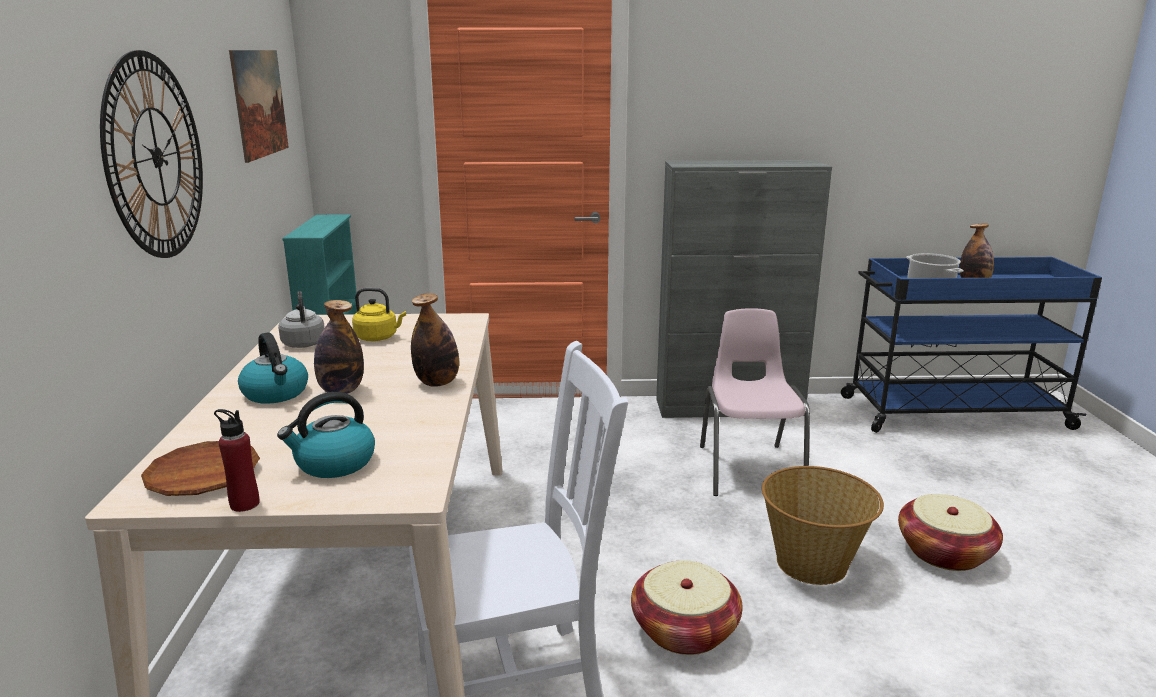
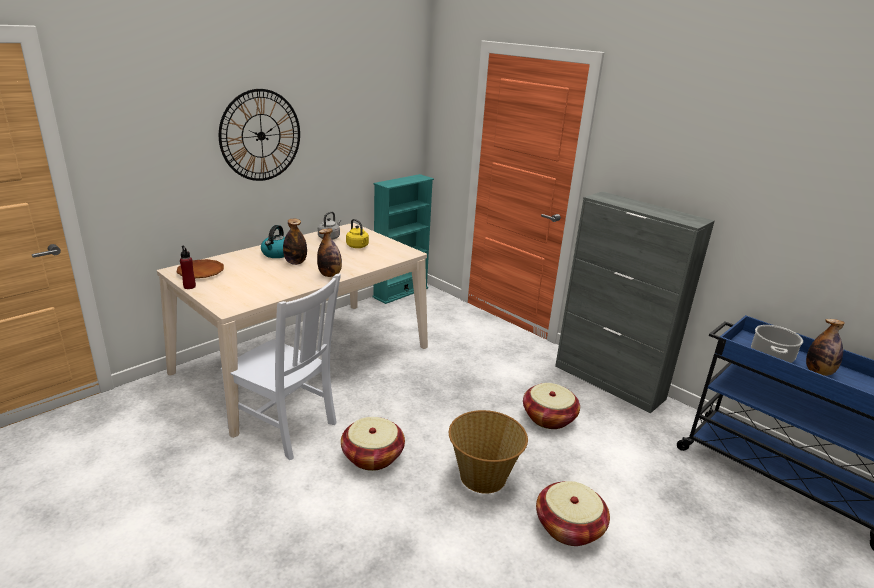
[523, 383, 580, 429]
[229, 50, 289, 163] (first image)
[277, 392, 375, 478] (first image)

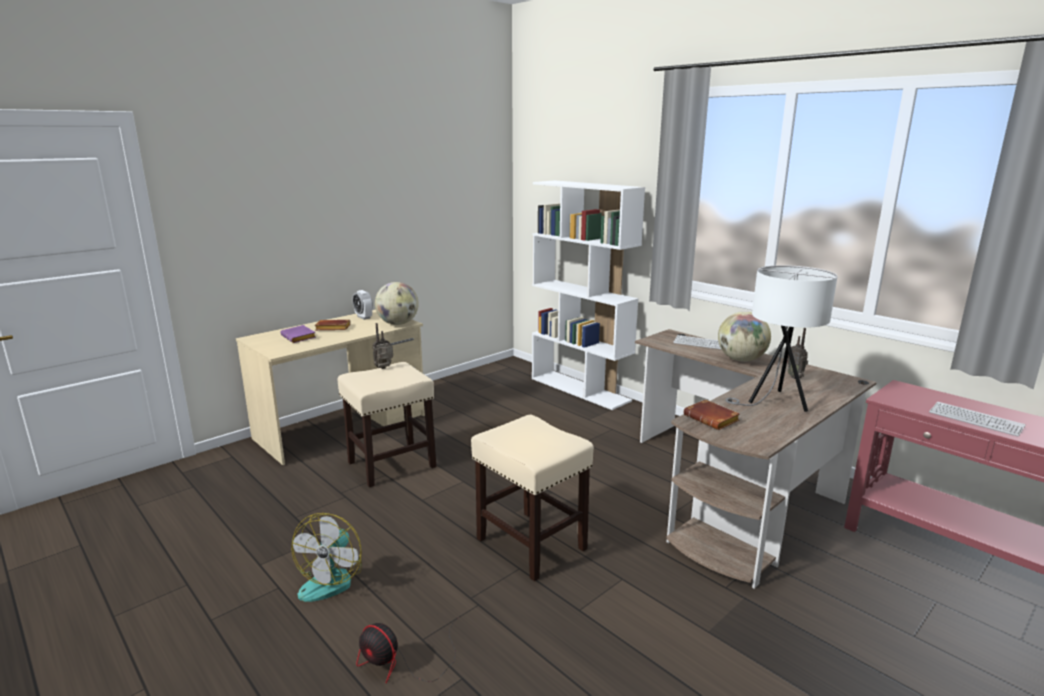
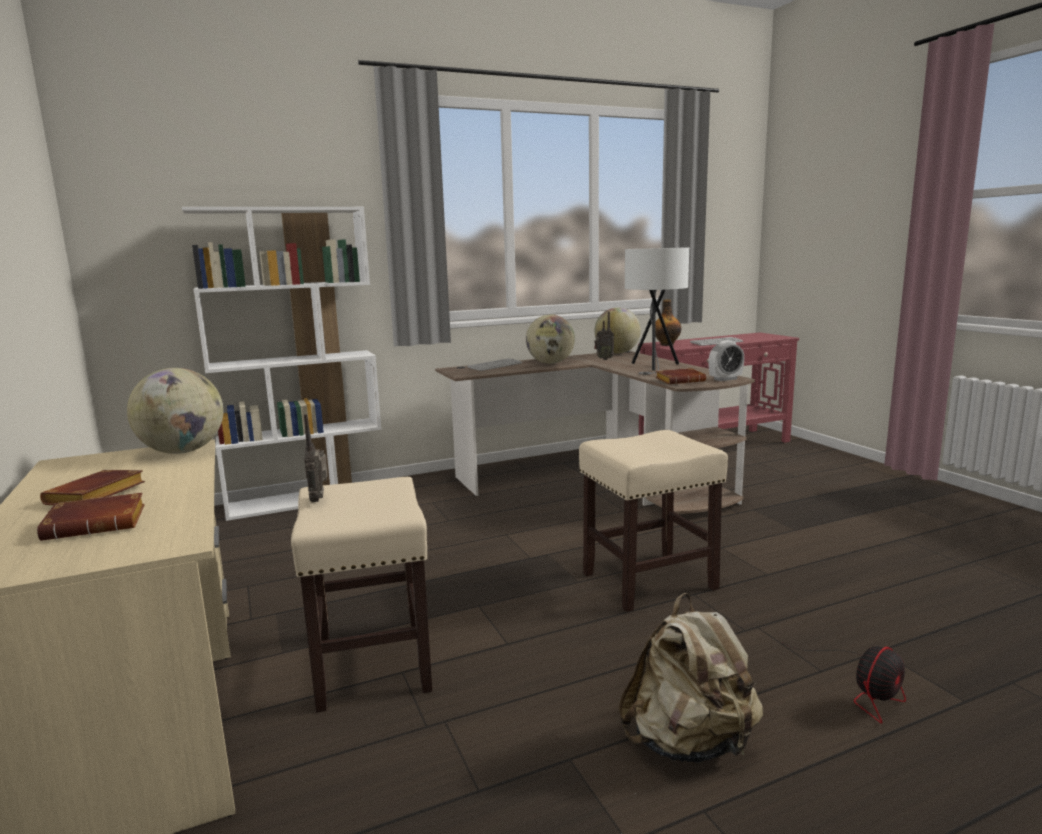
[37, 493, 145, 541]
[594, 307, 641, 354]
[618, 593, 763, 763]
[655, 299, 681, 346]
[709, 341, 744, 381]

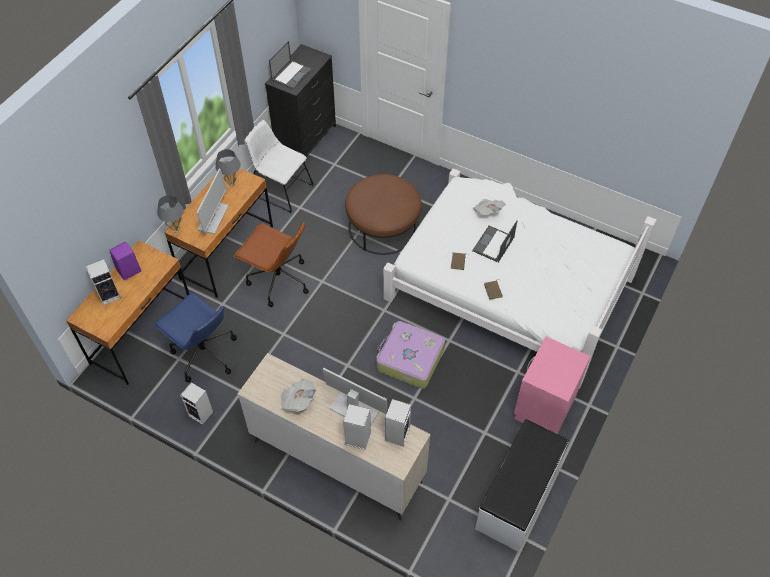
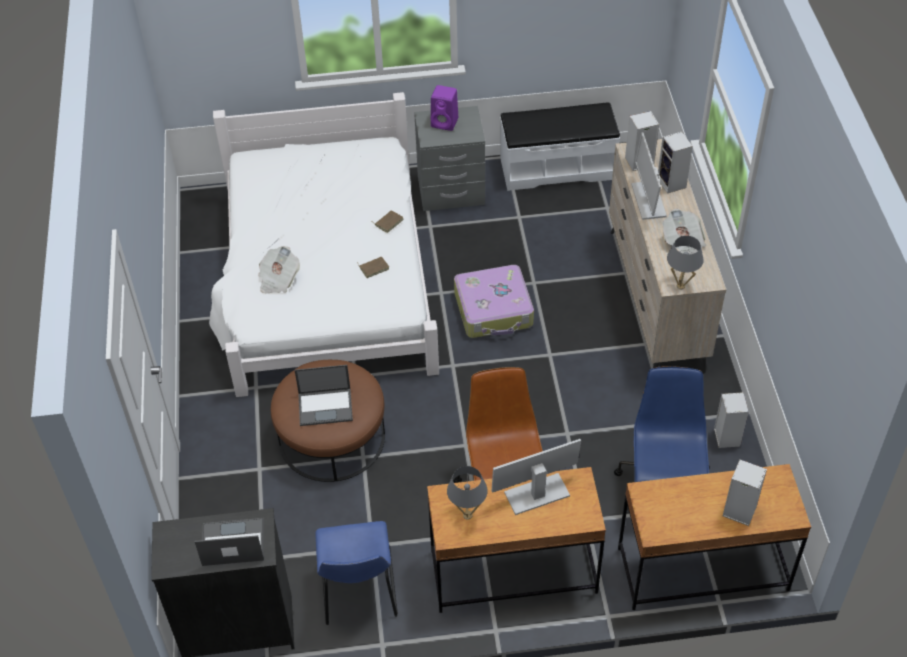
[295, 365, 353, 426]
[315, 521, 398, 625]
[414, 106, 485, 211]
[431, 85, 458, 131]
[667, 236, 704, 289]

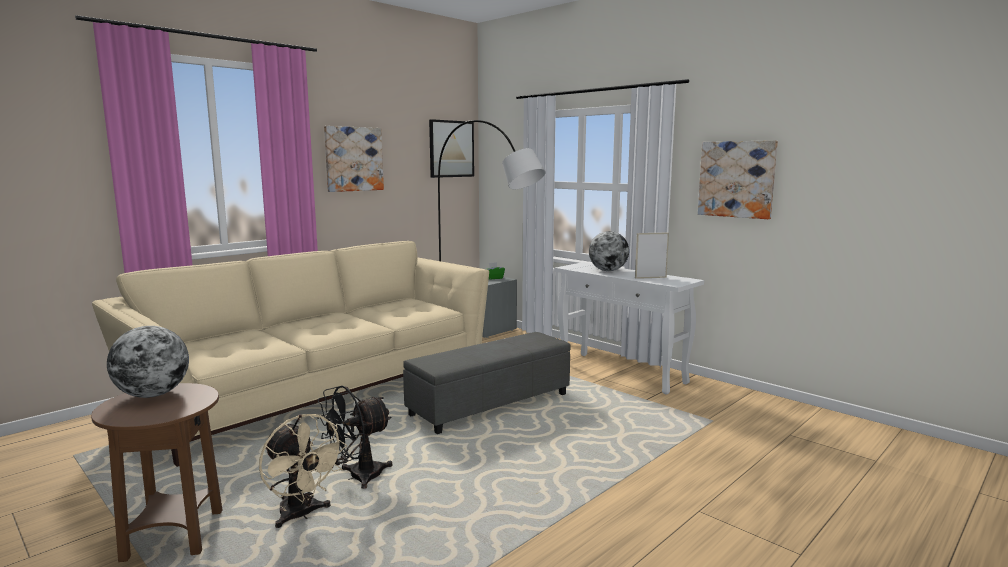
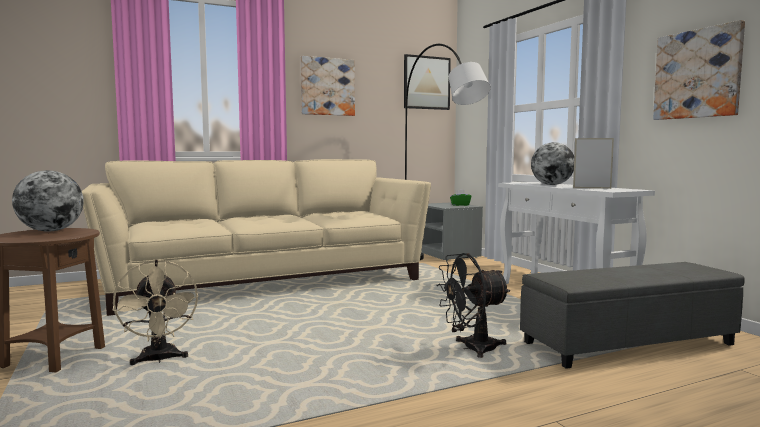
[436, 253, 511, 358]
[520, 262, 745, 369]

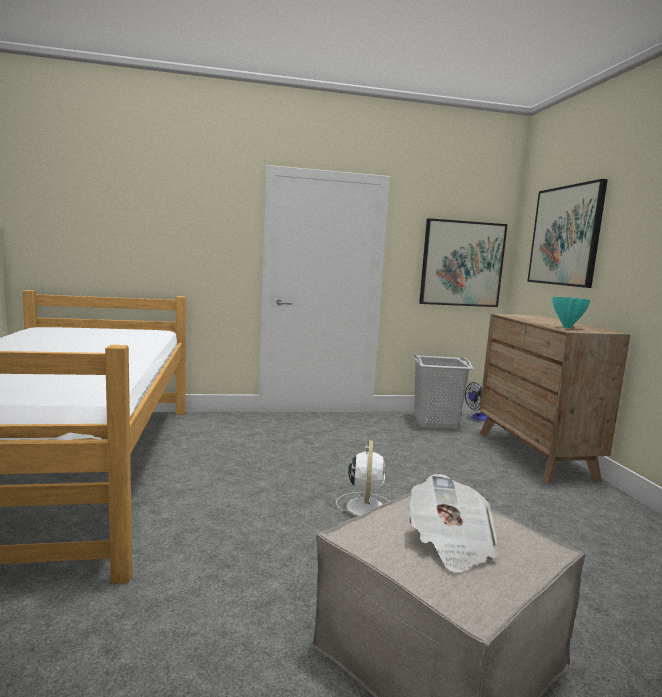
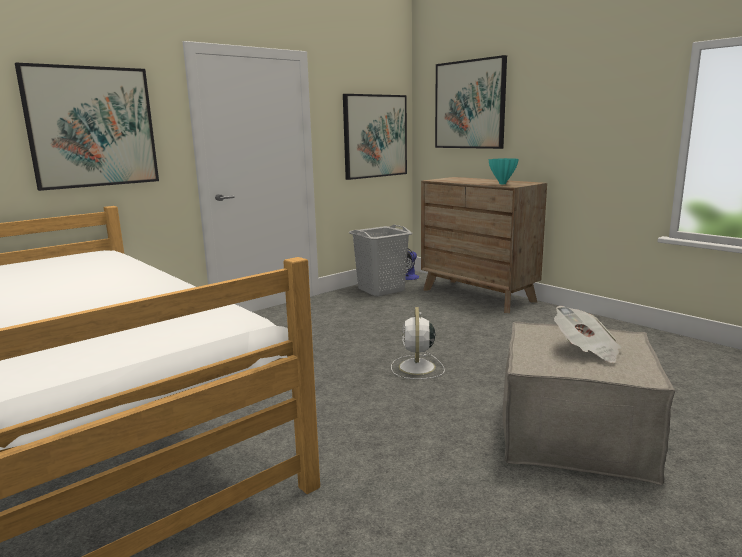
[15, 63, 159, 191]
[391, 307, 445, 379]

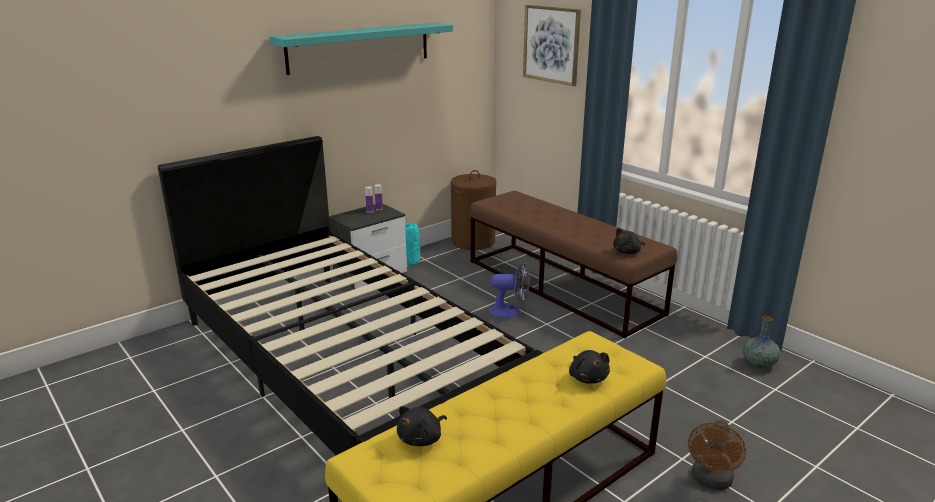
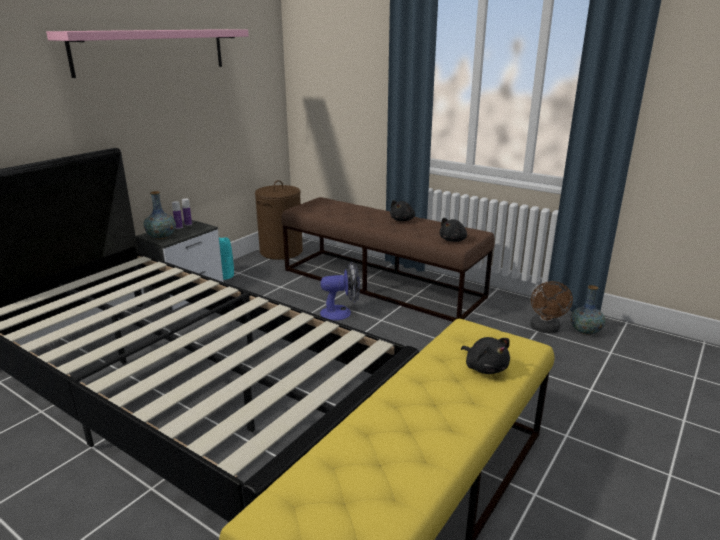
[46, 29, 249, 78]
[143, 191, 176, 239]
[390, 200, 415, 221]
[530, 281, 573, 333]
[523, 5, 581, 86] (first image)

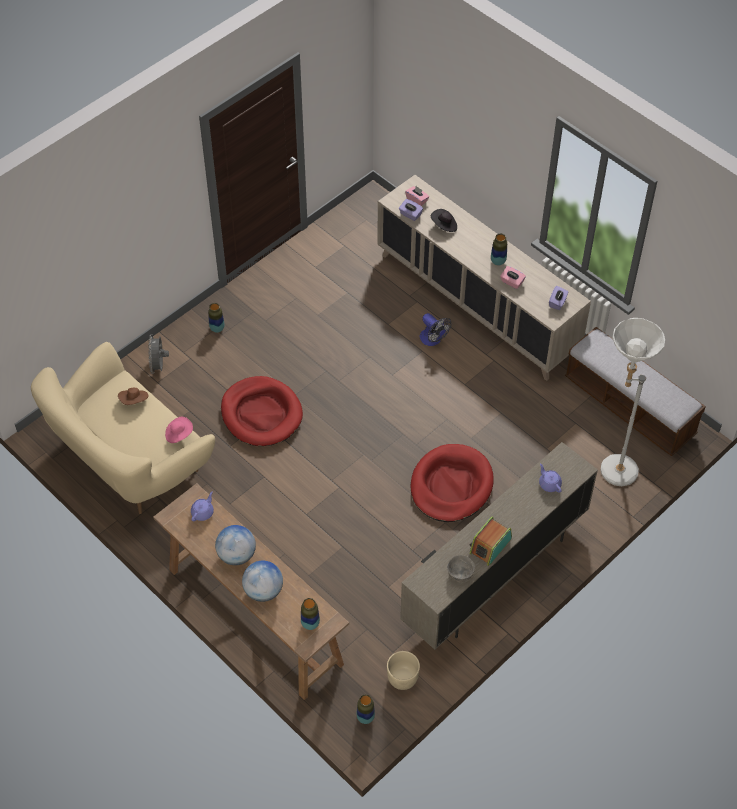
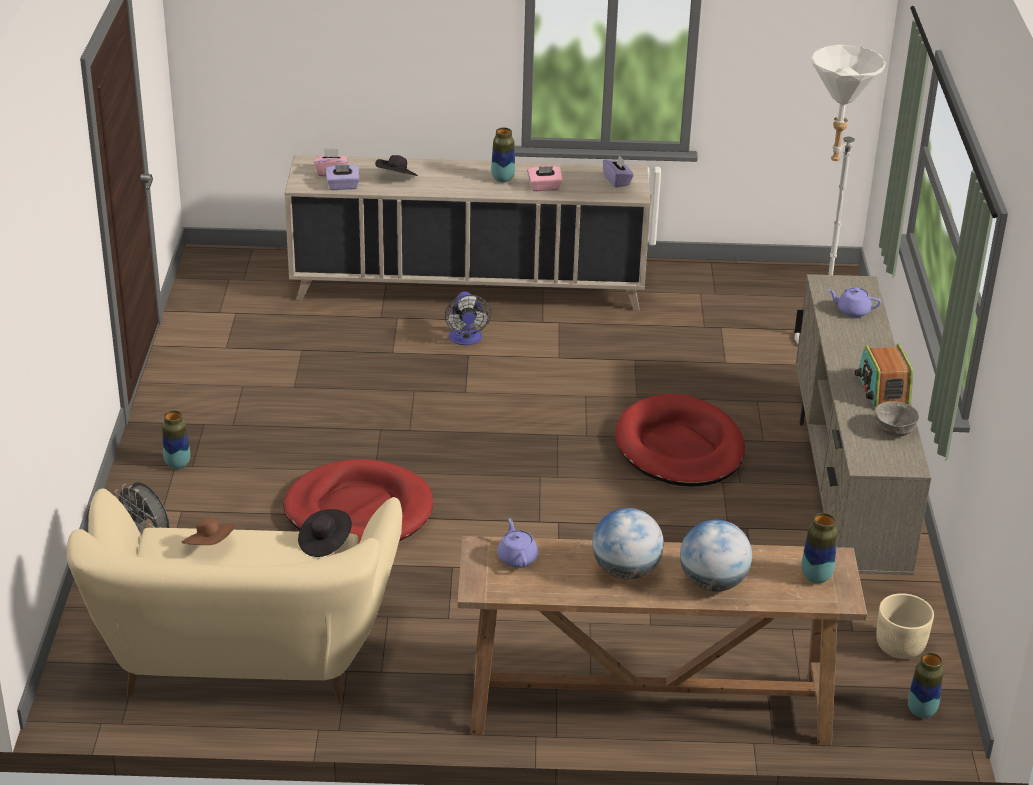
[298, 509, 352, 557]
[445, 291, 491, 345]
[565, 327, 706, 456] (first image)

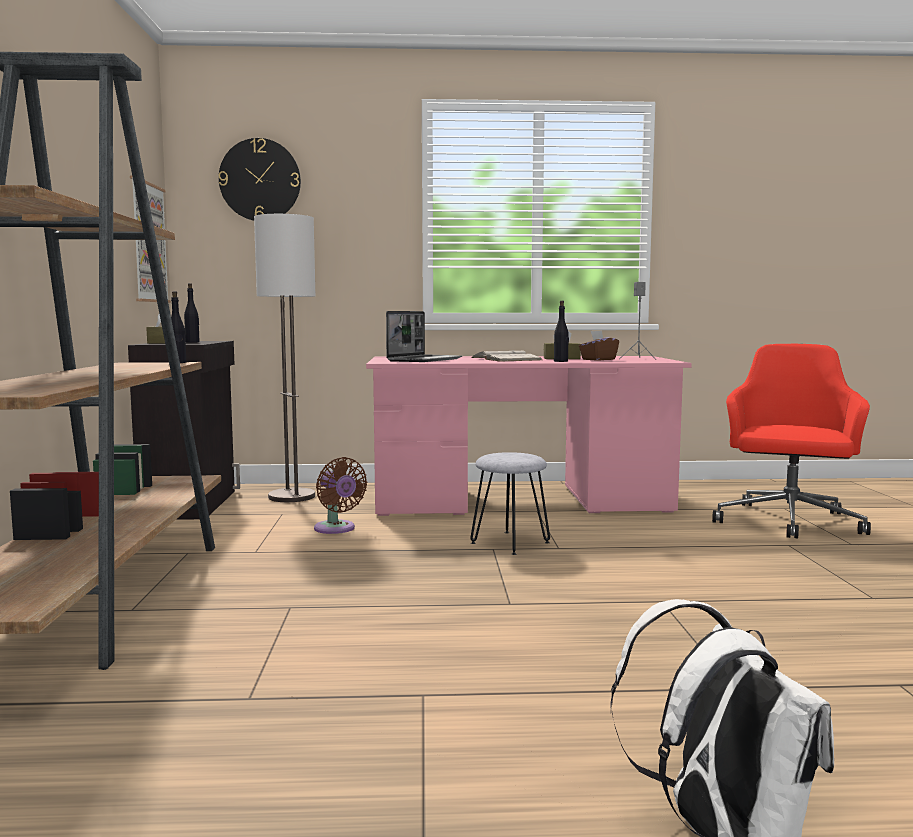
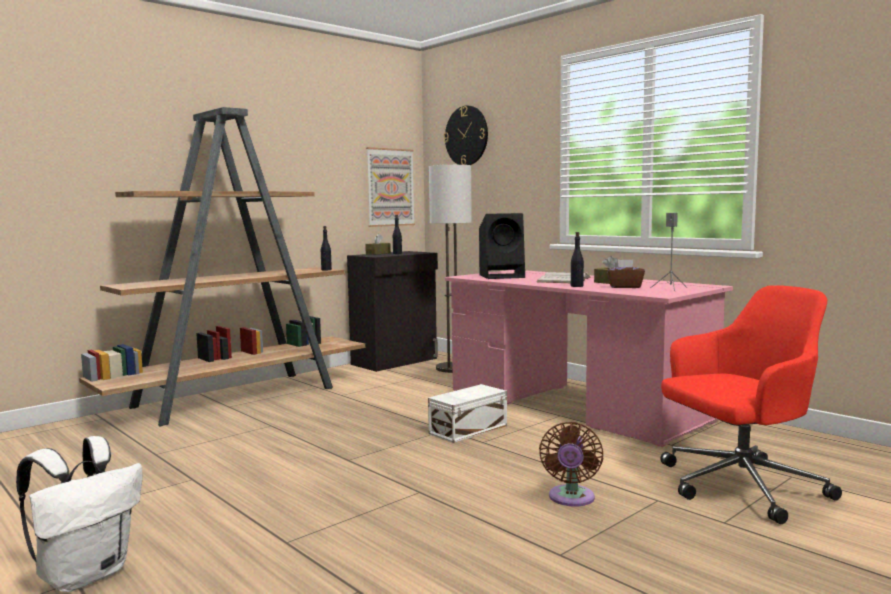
[428, 384, 507, 443]
[479, 213, 525, 279]
[539, 422, 603, 506]

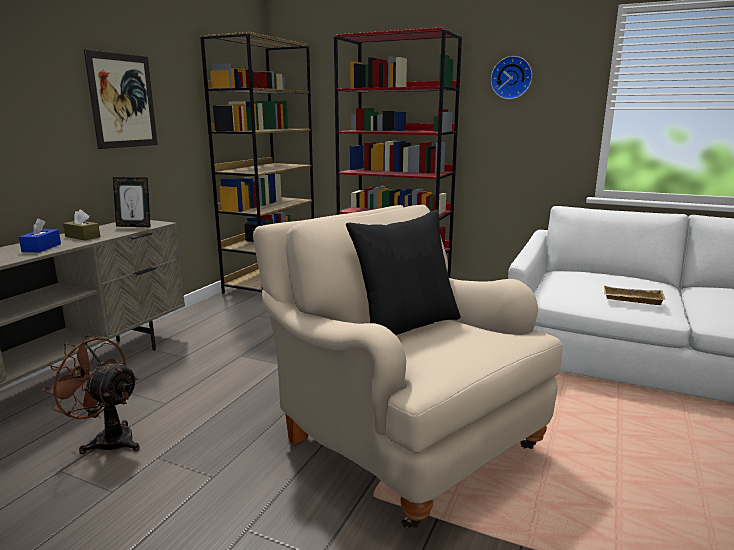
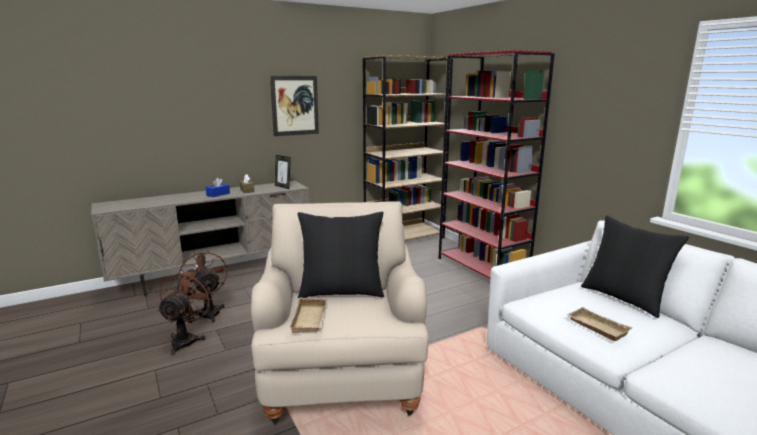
[158, 270, 214, 355]
[290, 298, 327, 333]
[581, 215, 689, 318]
[491, 56, 532, 99] (first image)

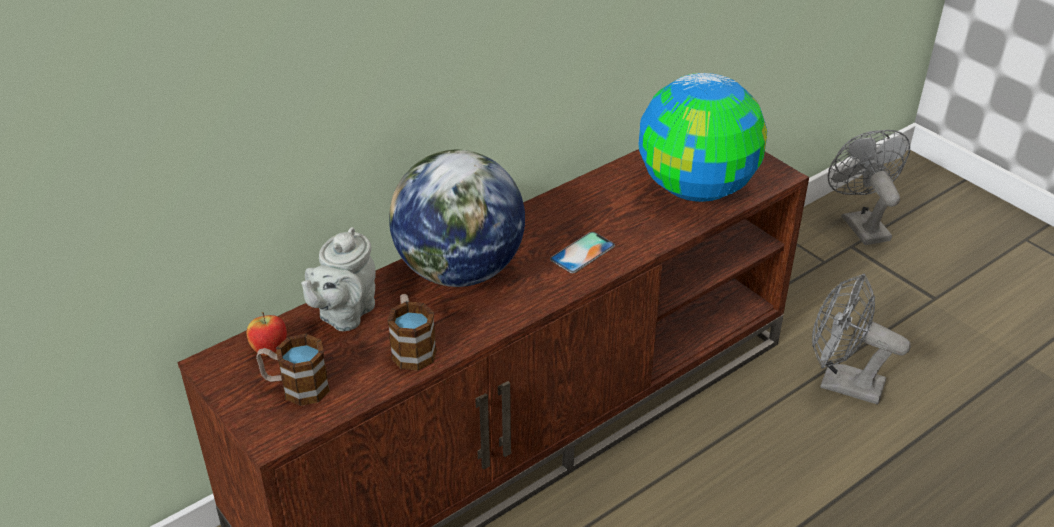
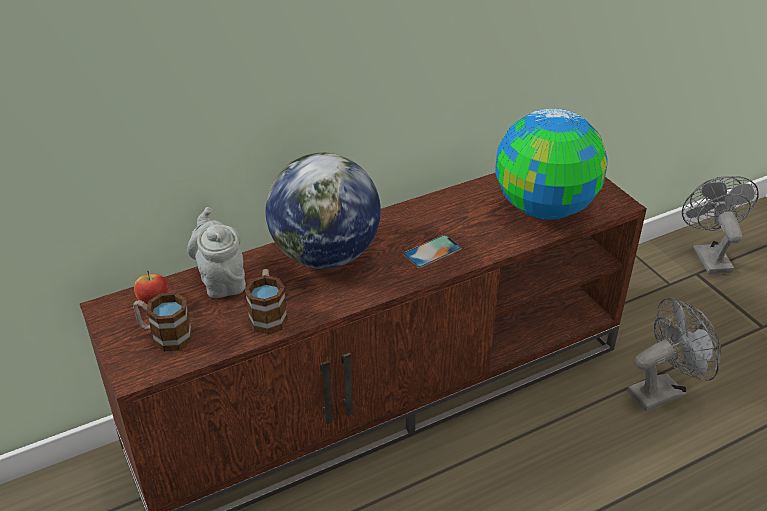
[187, 207, 246, 298]
[627, 297, 721, 411]

